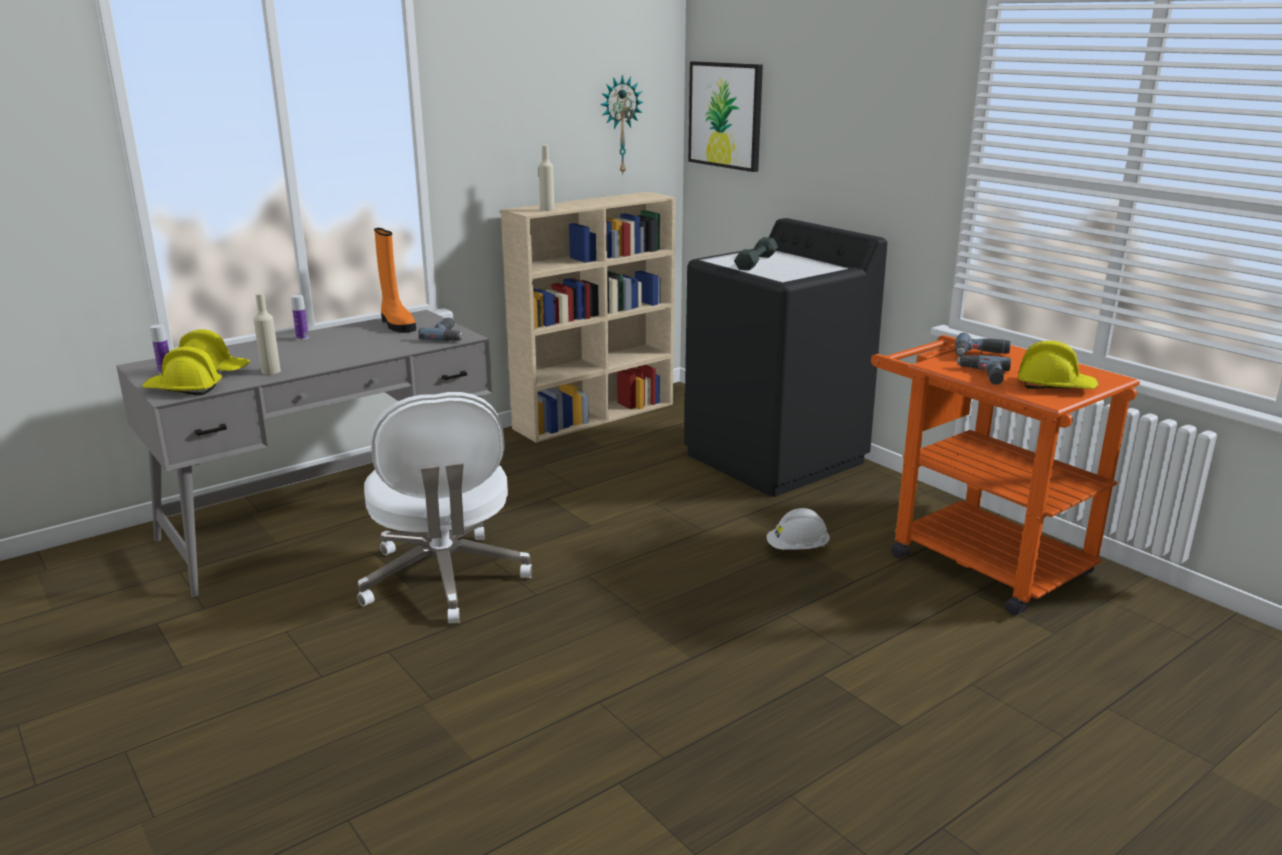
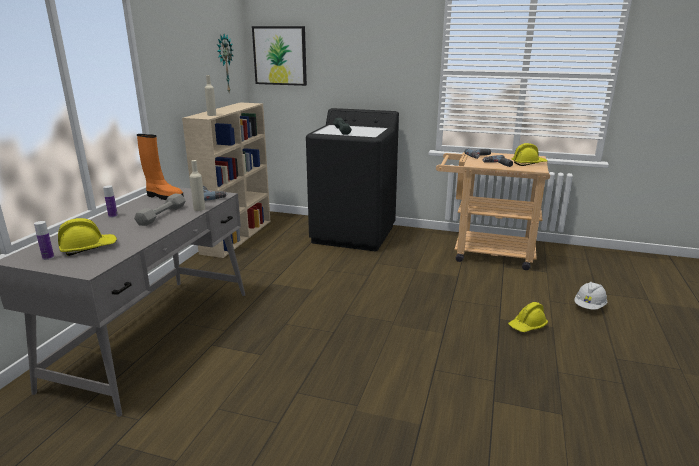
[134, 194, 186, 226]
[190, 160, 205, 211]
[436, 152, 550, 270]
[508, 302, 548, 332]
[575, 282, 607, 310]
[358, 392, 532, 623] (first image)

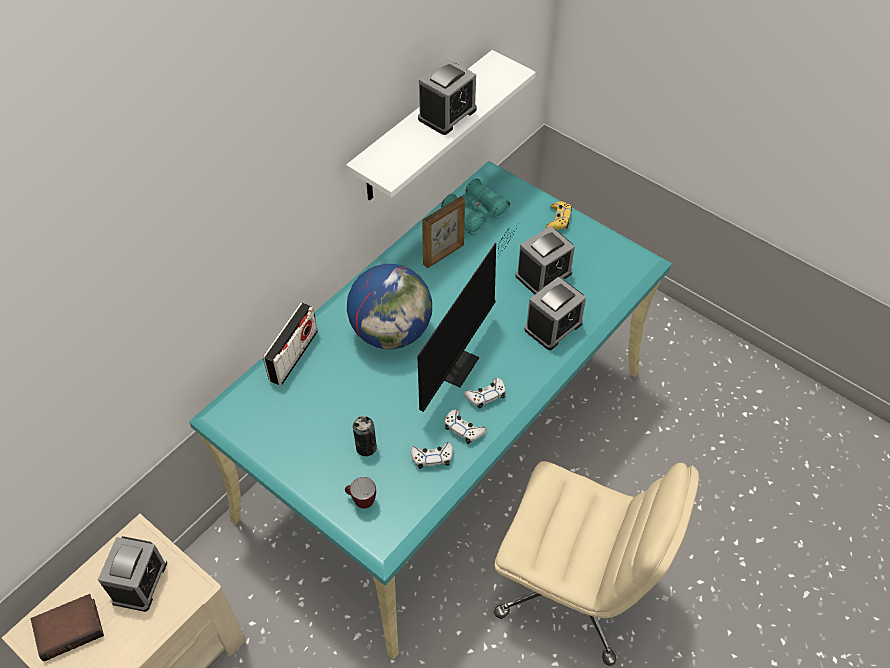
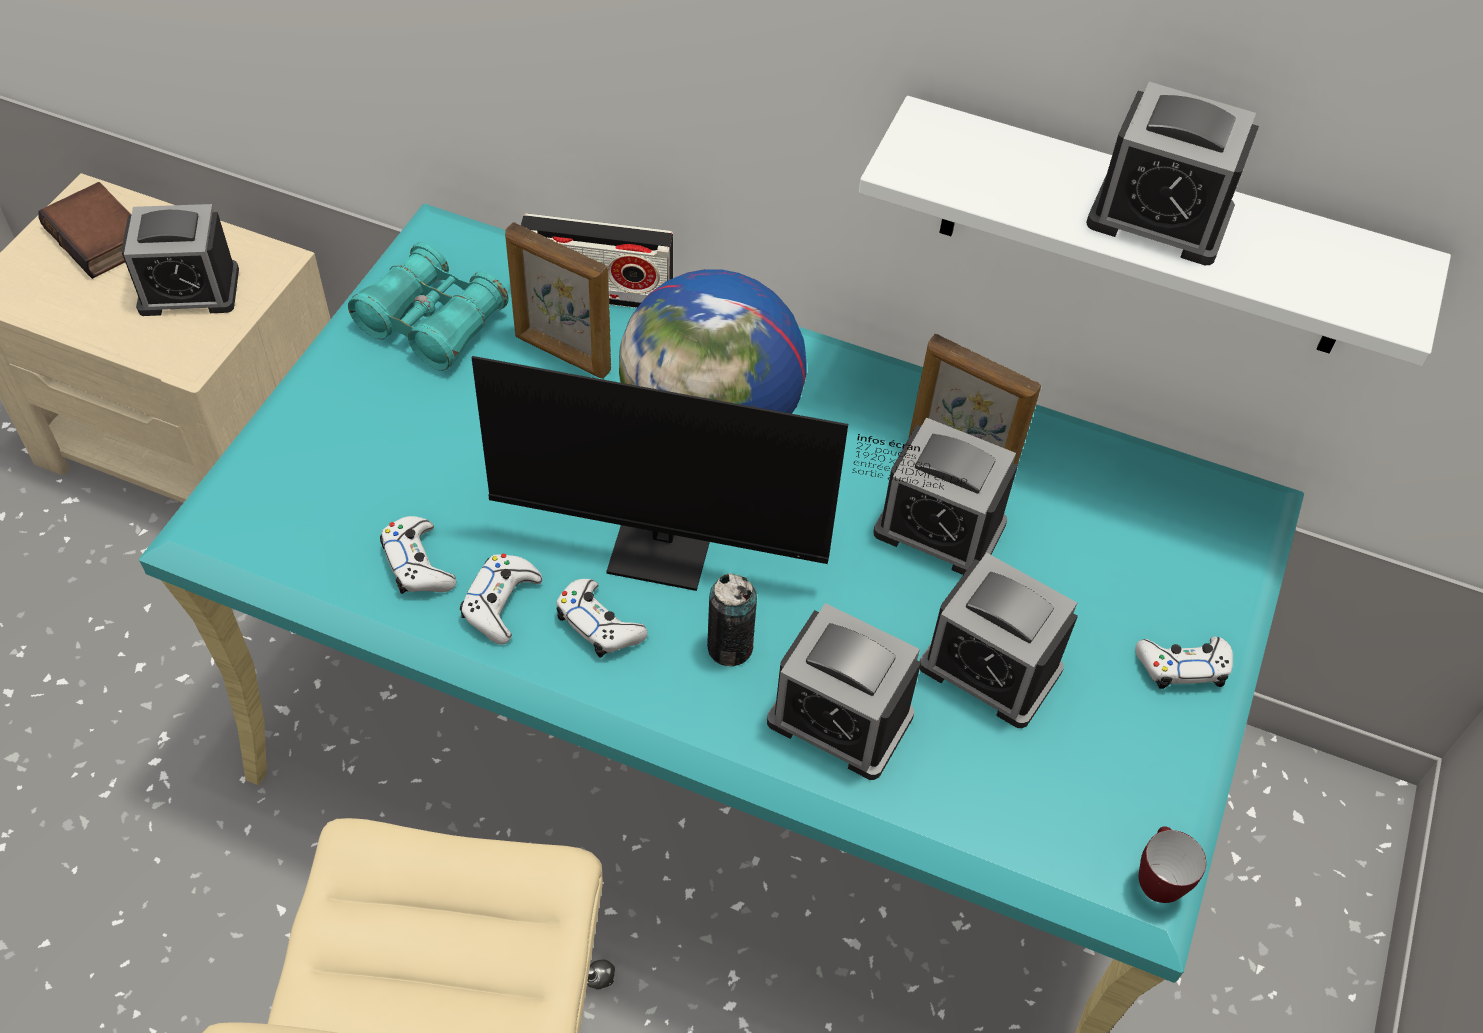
[348, 242, 509, 371]
[505, 222, 611, 379]
[707, 573, 757, 667]
[873, 418, 1018, 575]
[1135, 637, 1233, 689]
[1139, 826, 1206, 903]

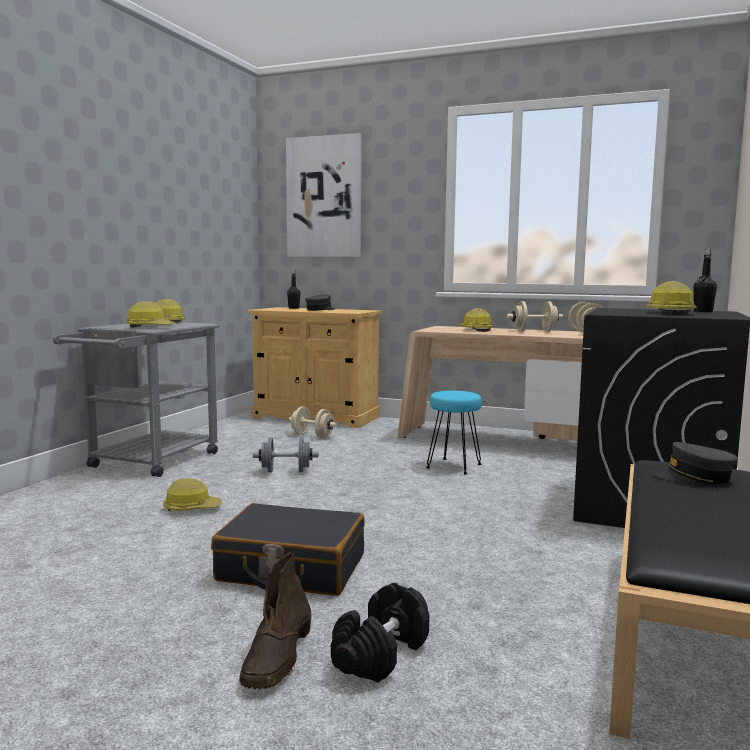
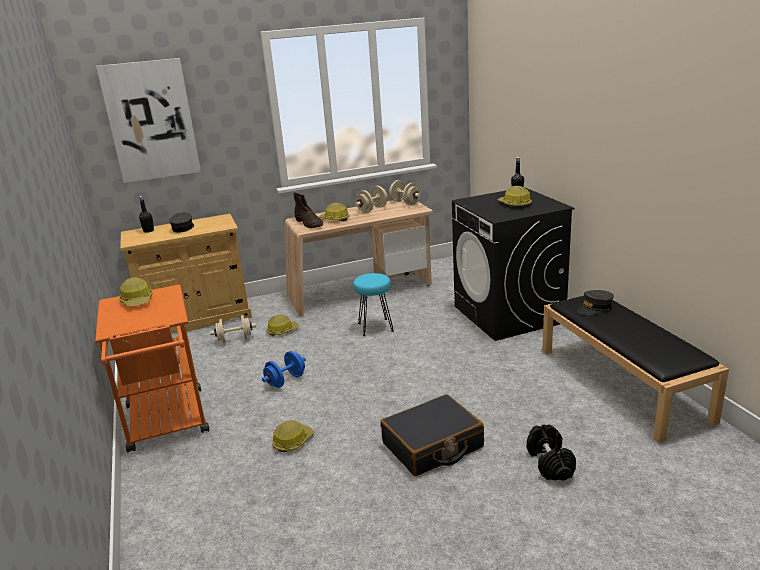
[95, 285, 209, 452]
[262, 351, 306, 388]
[266, 315, 299, 336]
[293, 193, 323, 228]

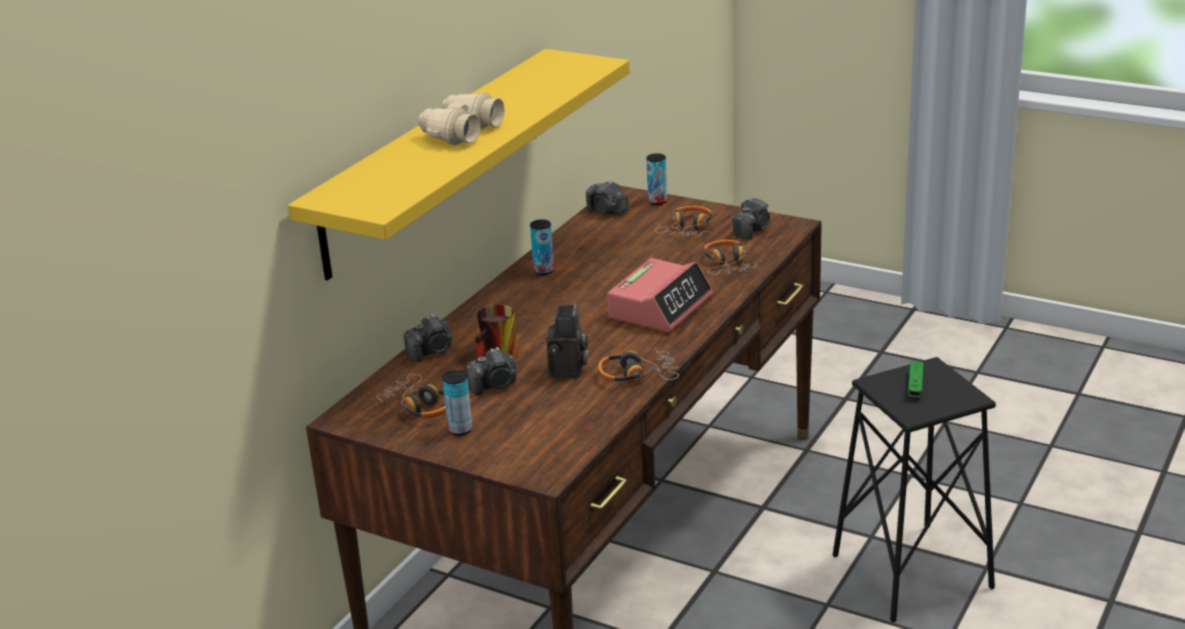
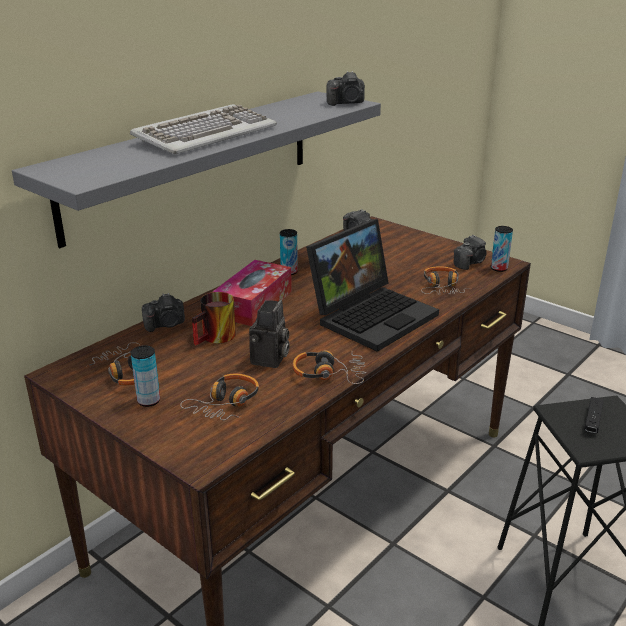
[12, 91, 381, 248]
[130, 104, 277, 154]
[180, 374, 259, 420]
[212, 260, 292, 326]
[306, 219, 439, 352]
[326, 71, 365, 106]
[491, 226, 513, 272]
[584, 397, 604, 433]

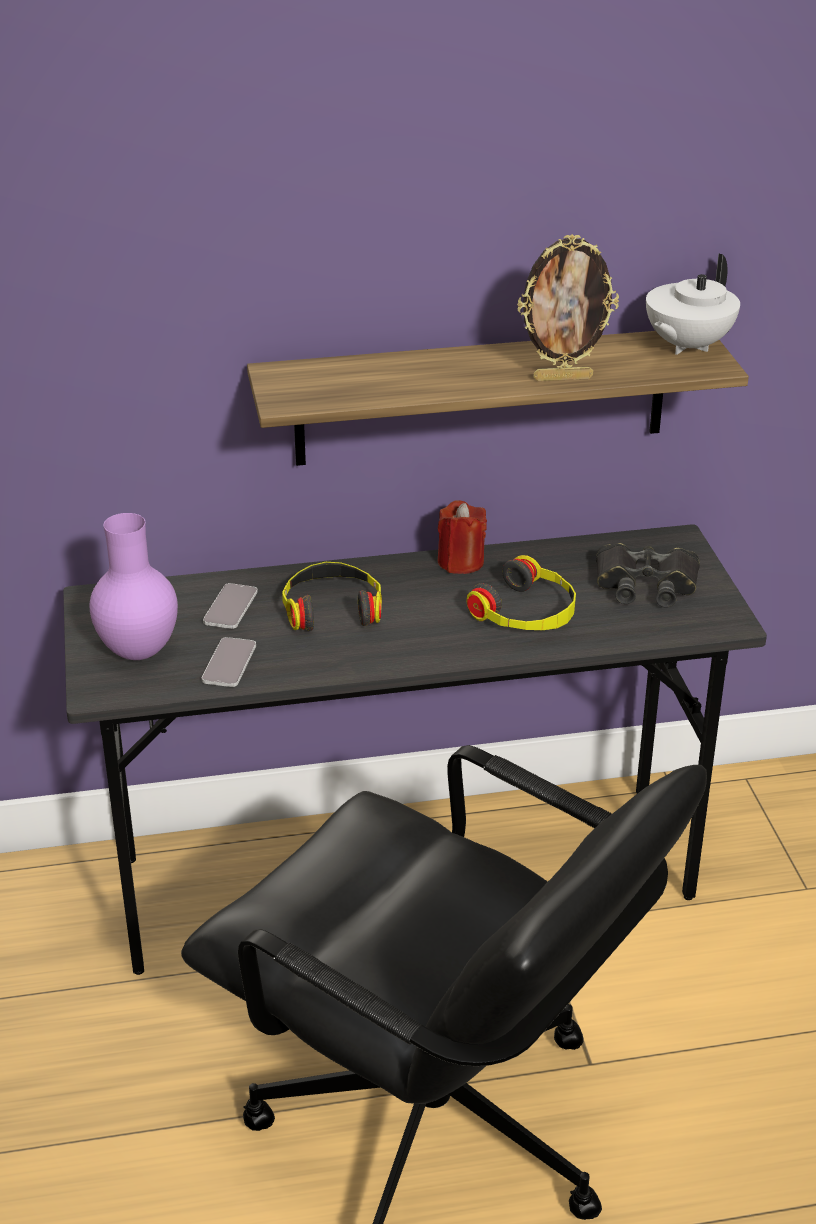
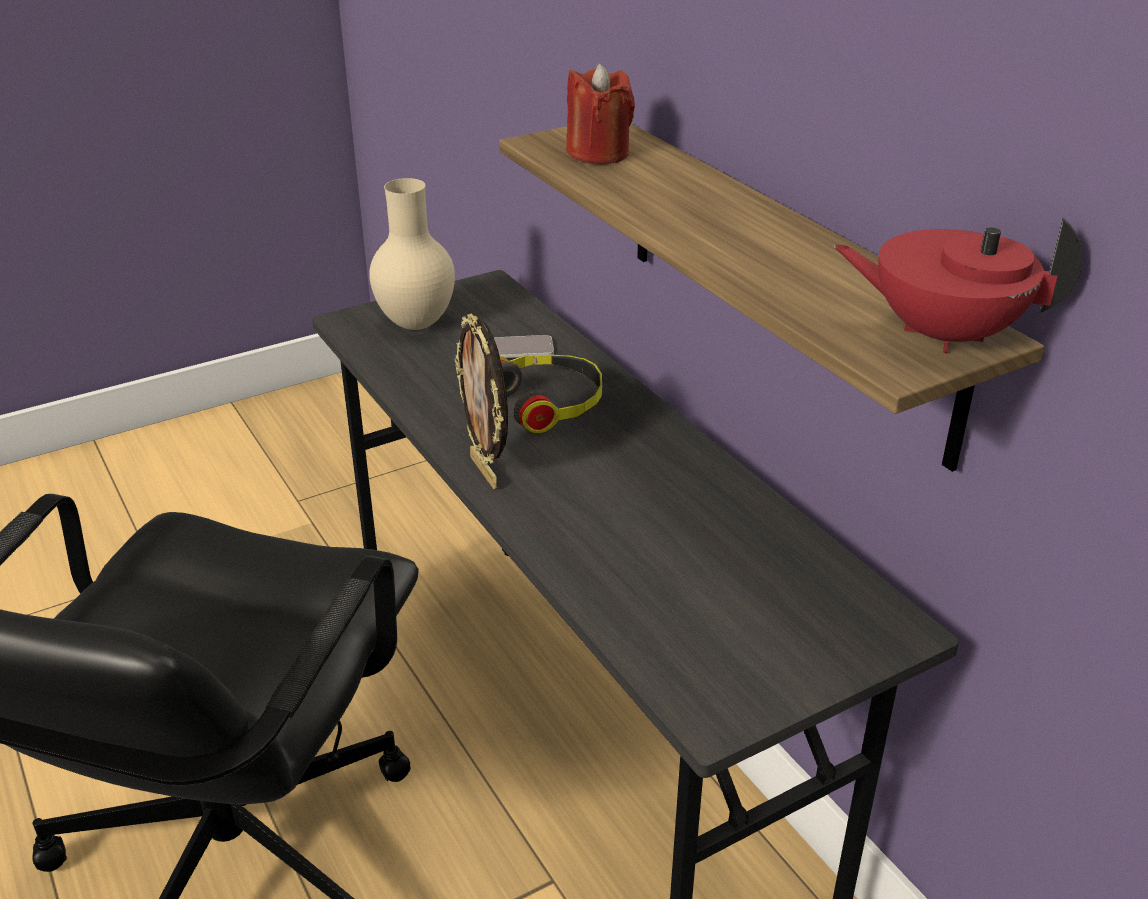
[369, 178, 455, 330]
[455, 313, 508, 489]
[566, 64, 635, 164]
[834, 217, 1082, 353]
[202, 637, 256, 687] (first image)
[466, 555, 576, 630] (first image)
[596, 543, 700, 608] (first image)

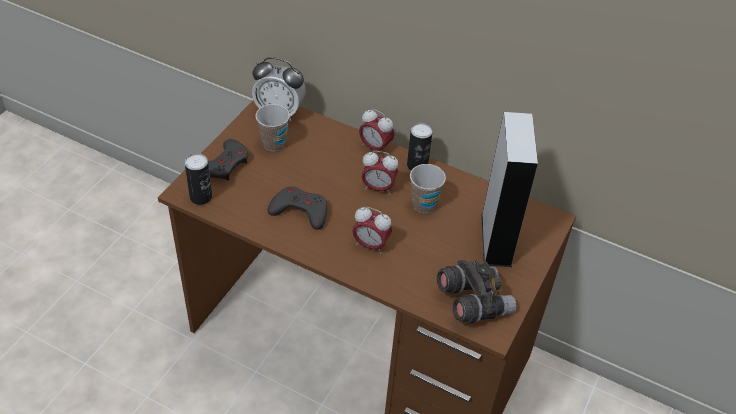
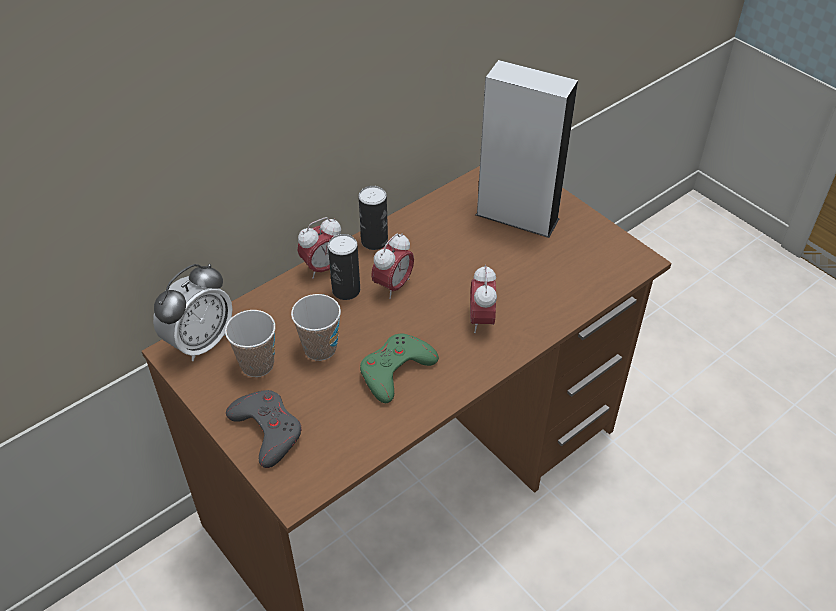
[291, 294, 341, 361]
[328, 234, 360, 300]
[360, 333, 439, 403]
[470, 265, 497, 333]
[437, 260, 516, 324] (first image)

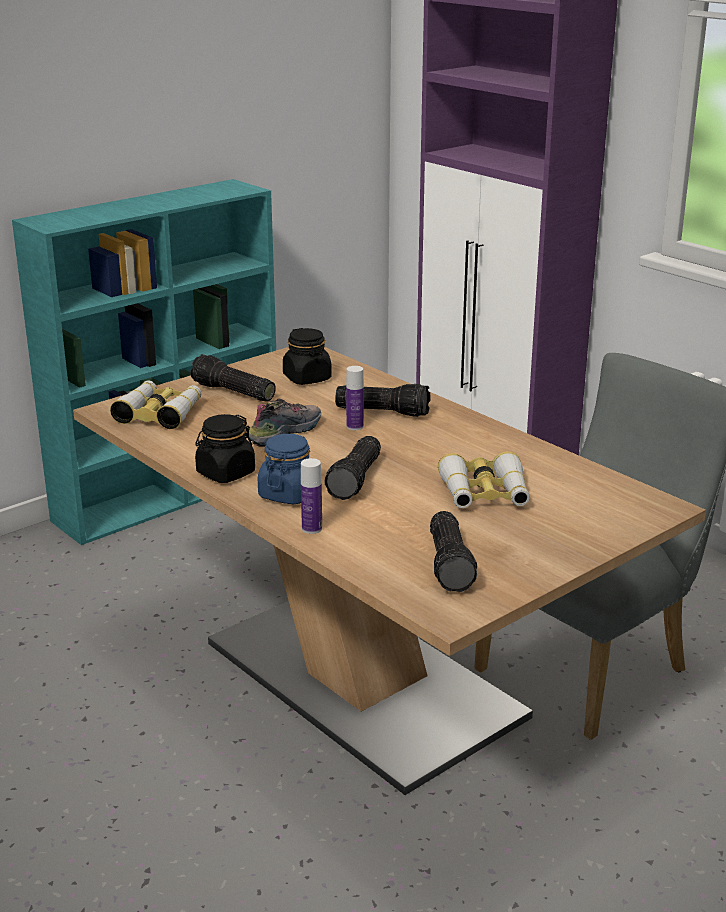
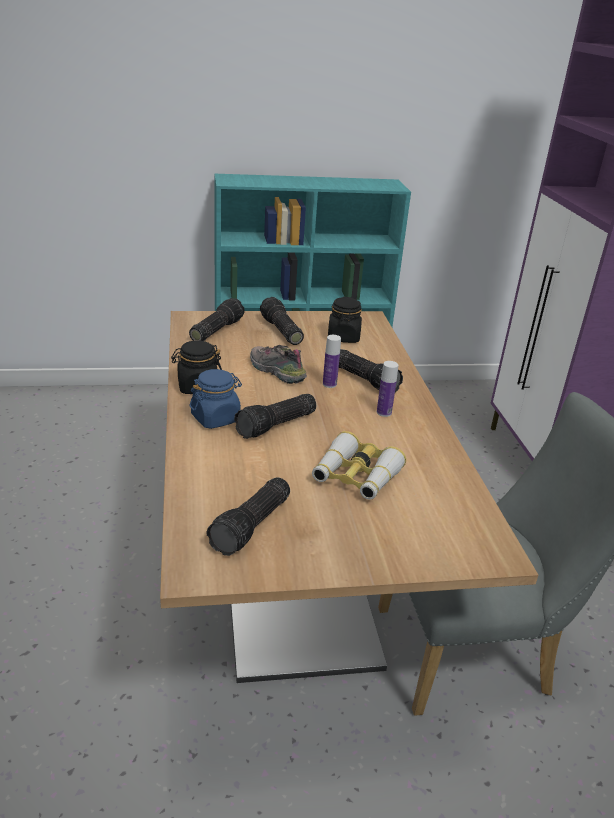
[189, 298, 245, 341]
[250, 345, 307, 384]
[377, 361, 398, 417]

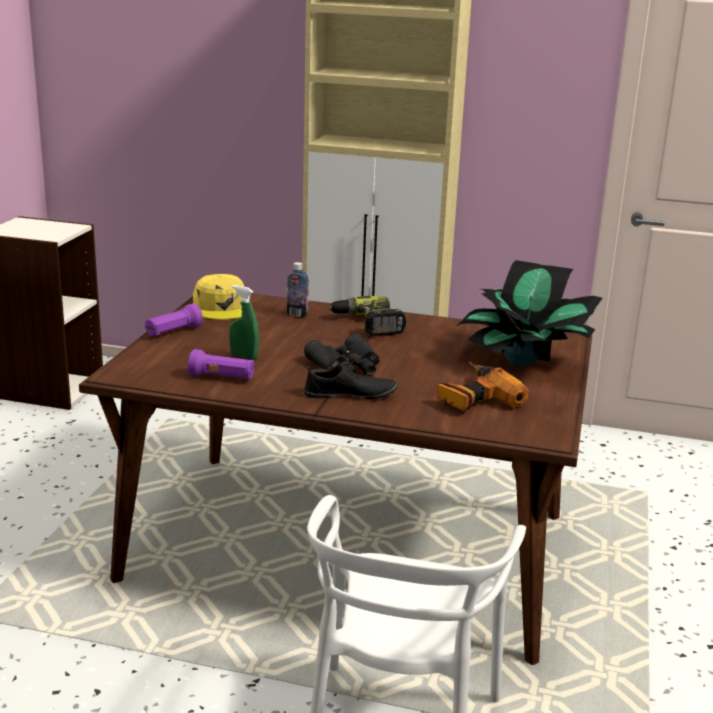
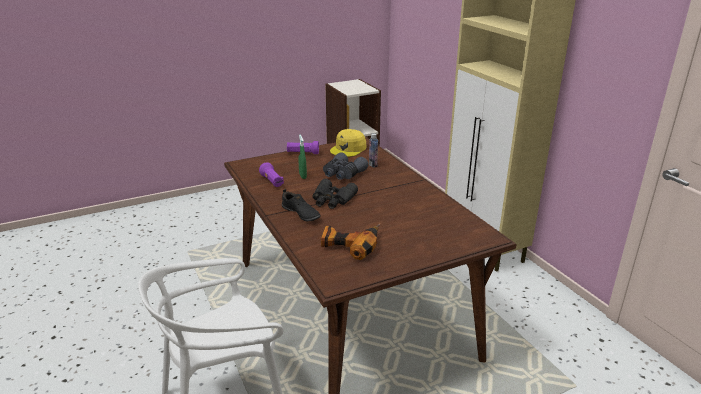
[323, 152, 368, 180]
[329, 296, 406, 336] (first image)
[455, 260, 603, 366] (first image)

